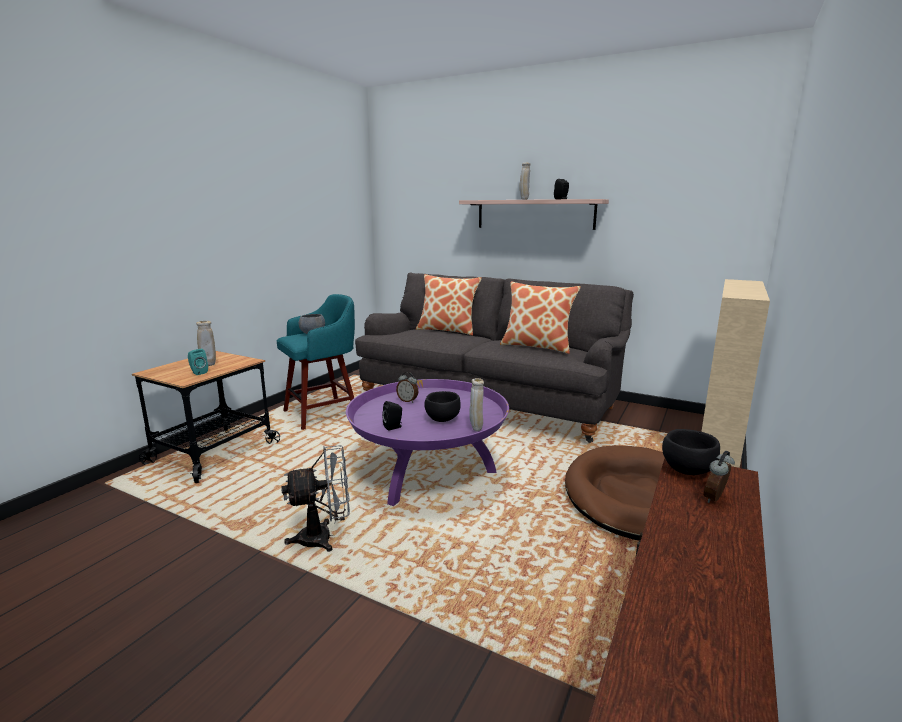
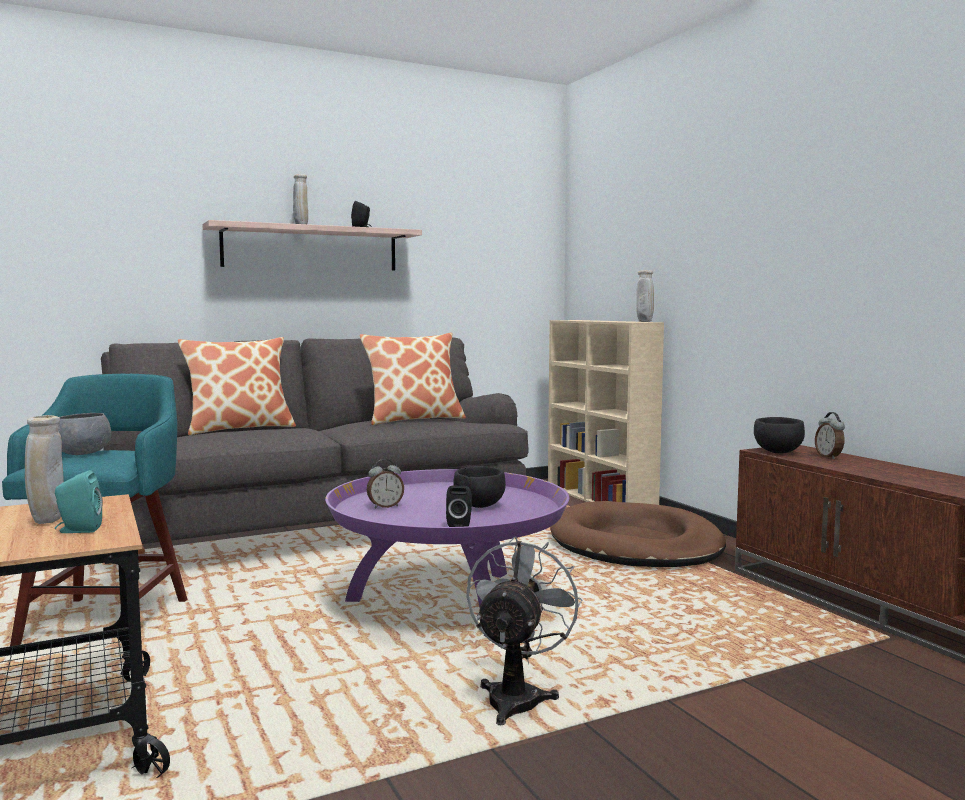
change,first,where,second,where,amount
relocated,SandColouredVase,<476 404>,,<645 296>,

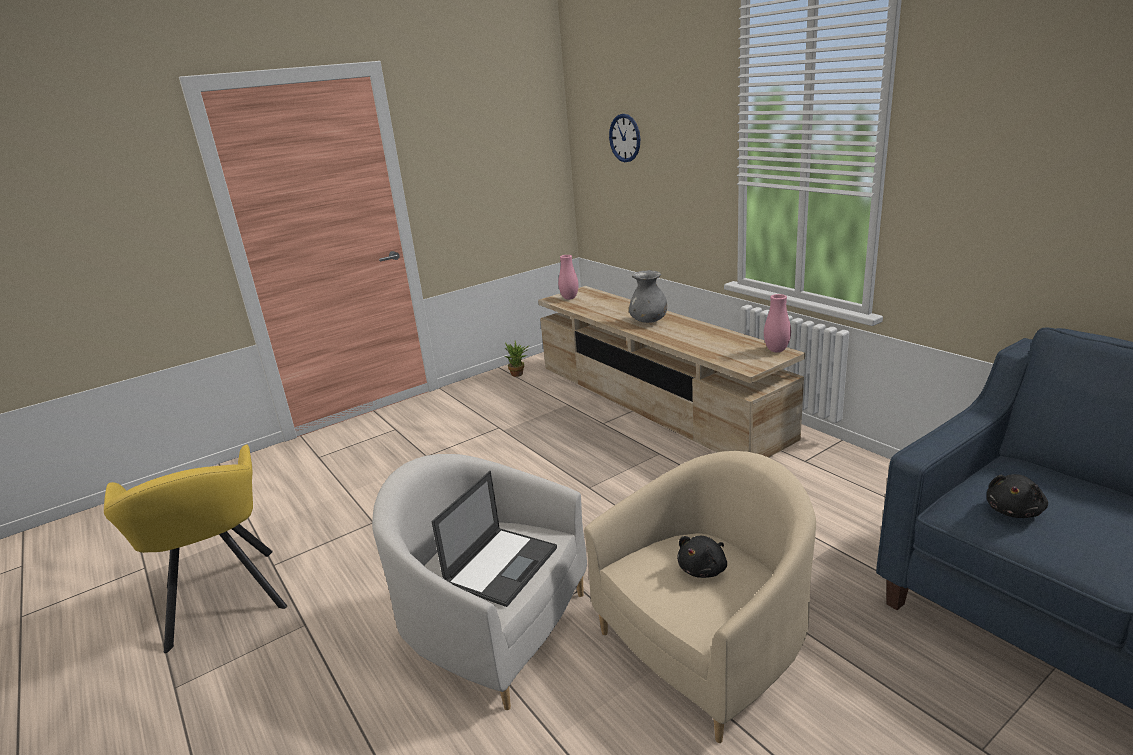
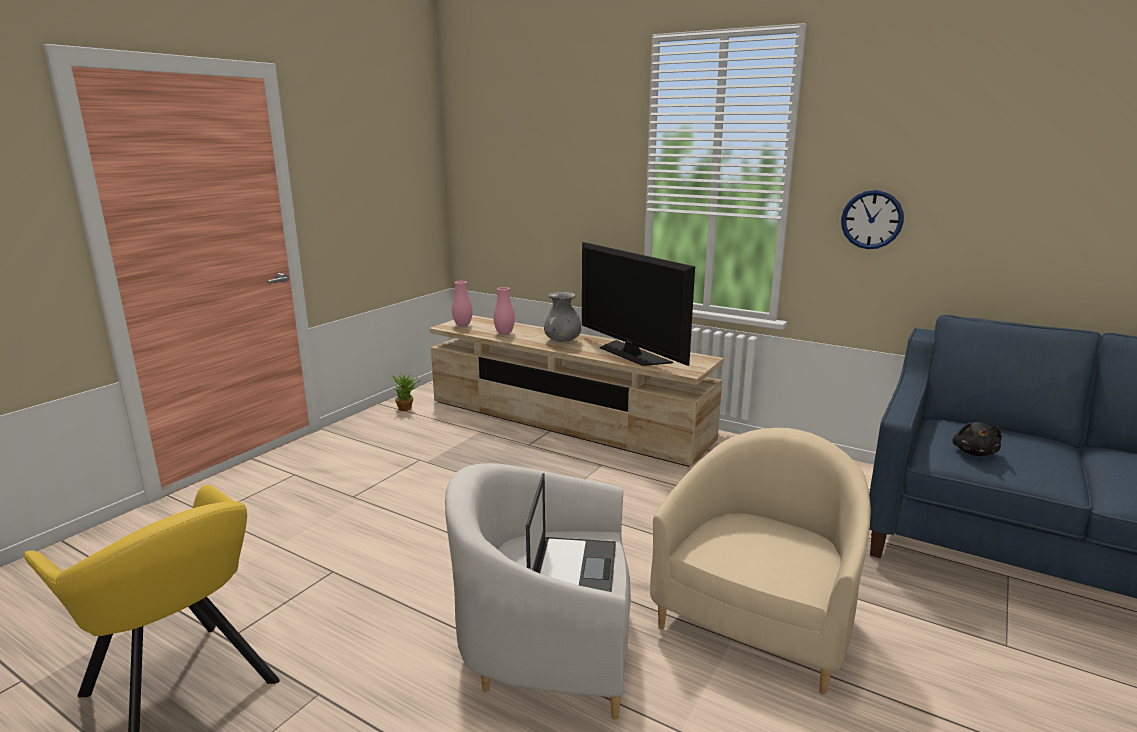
change,first,where,second,where,amount
relocated,ClockOnTheWall,<624 138>,,<872 219>,
missing,BlackishPlushToy,<702 557>,,,
relocated,PinkishVase,<777 323>,,<504 311>,
appeared,,,TvSet,<638 304>,

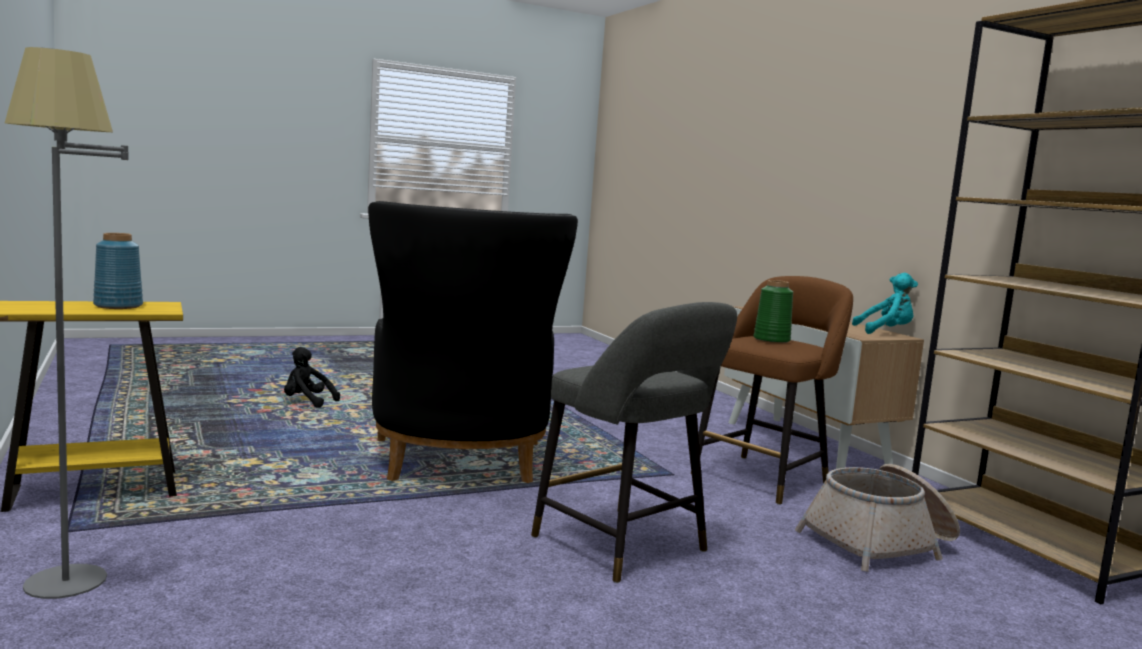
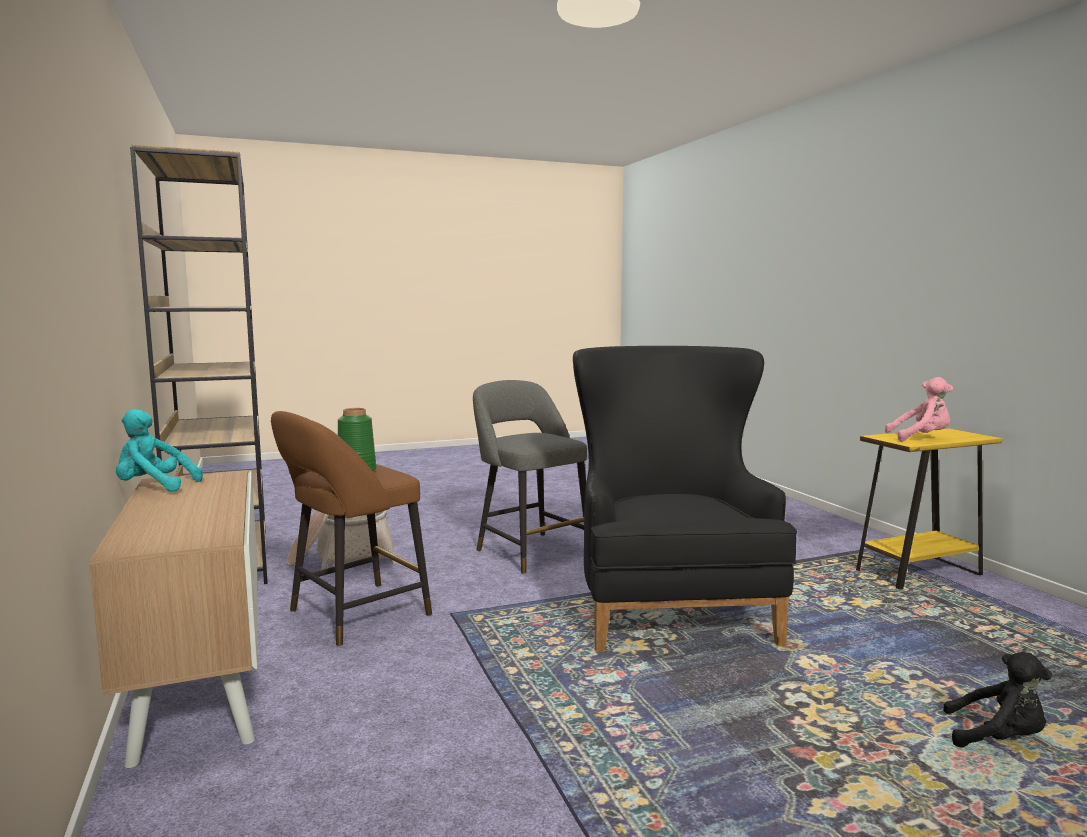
change,first,where,second,where,amount
missing,GreyishFloorLamp,<66 323>,,,
exchanged,BlueVase,<118 271>,PinkishPlushToy,<919 409>,

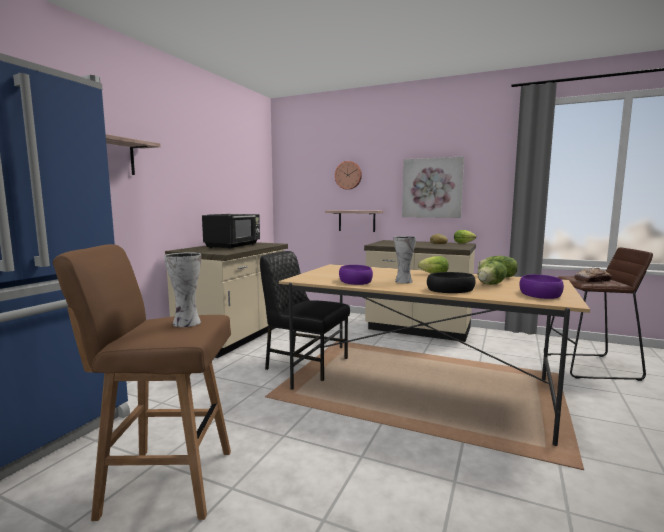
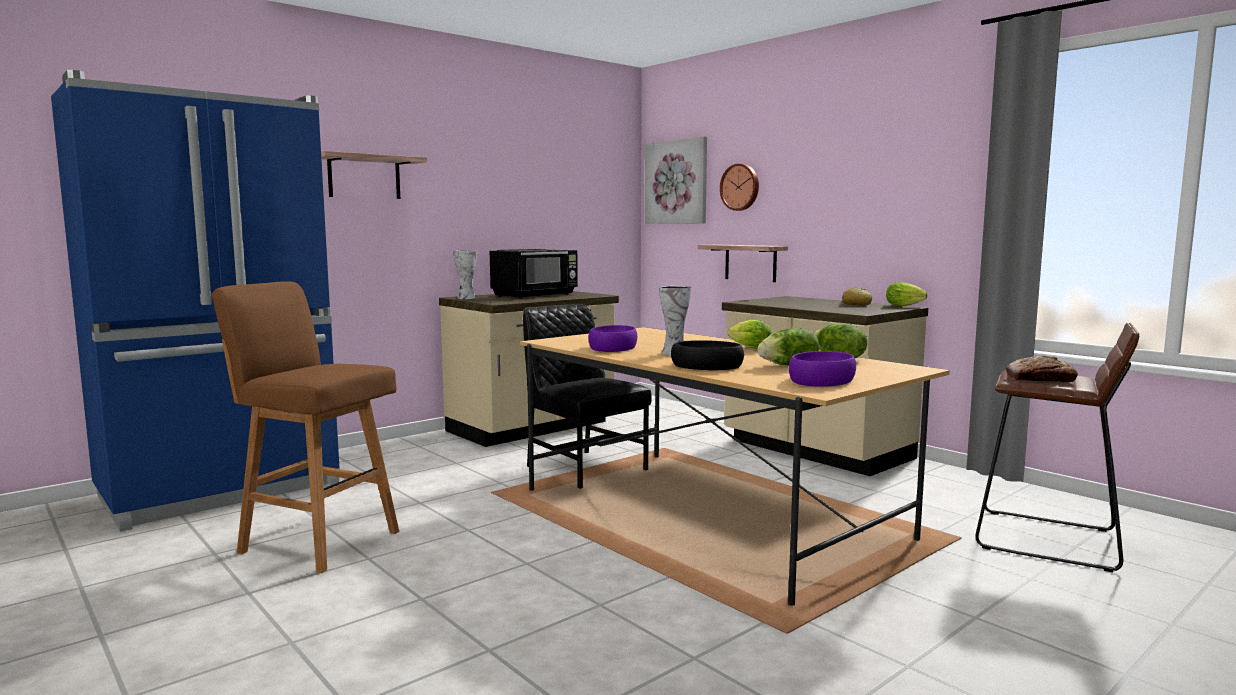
change,first,where,second,where,amount
relocated,Vase,<182 289>,,<465 274>,
relocated,WallArt,<433 187>,,<676 180>,

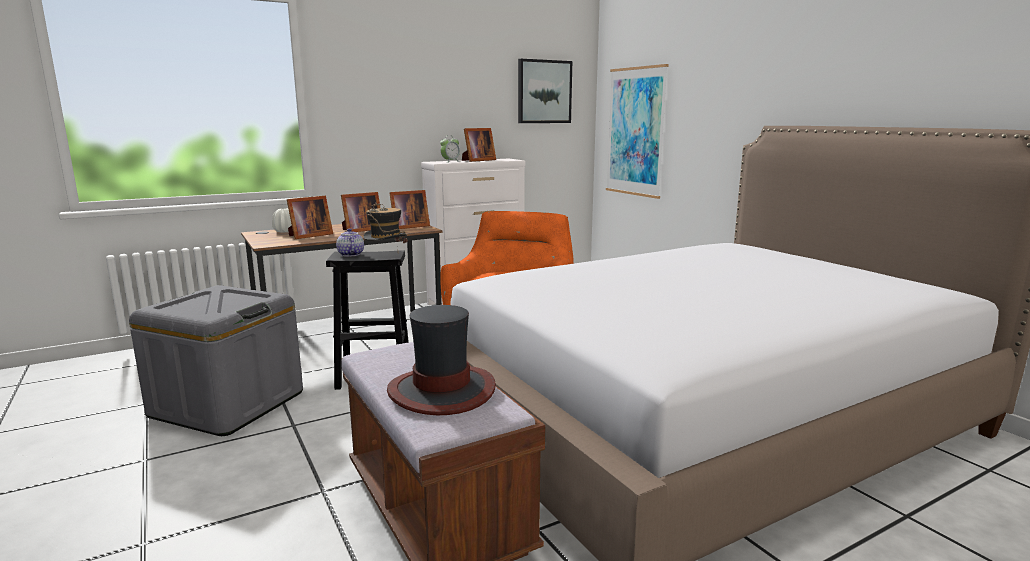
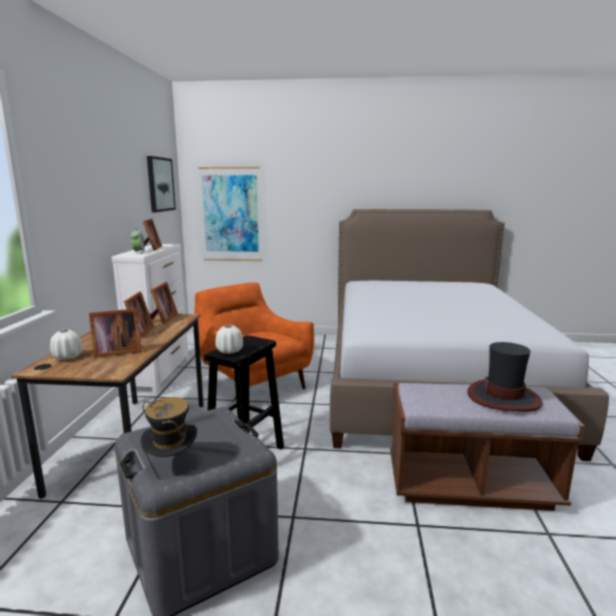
change,first,where,second,where,amount
spun,StandingFrame,<310 217>,,<115 333>,75 degrees clockwise
exchanged,PotForTea,<350 242>,WhitishVase,<229 339>,
relocated,ClothingHat,<385 224>,,<168 427>,

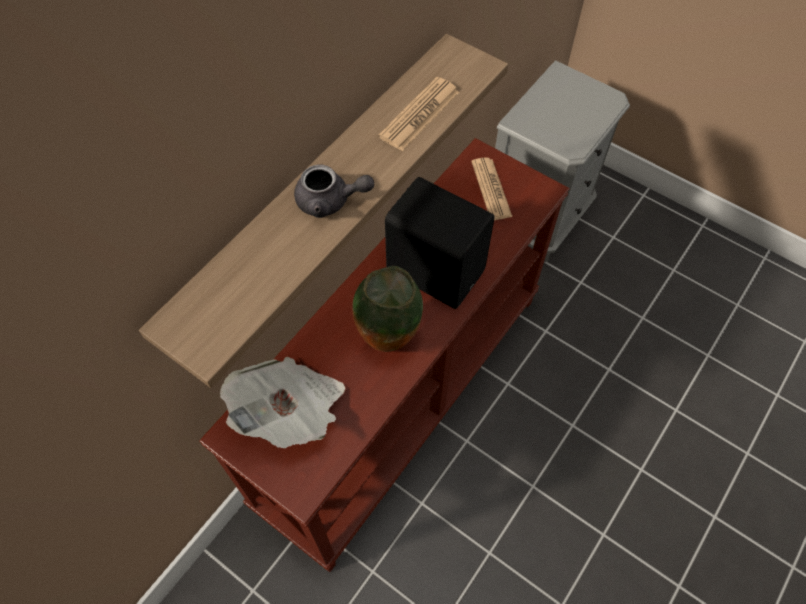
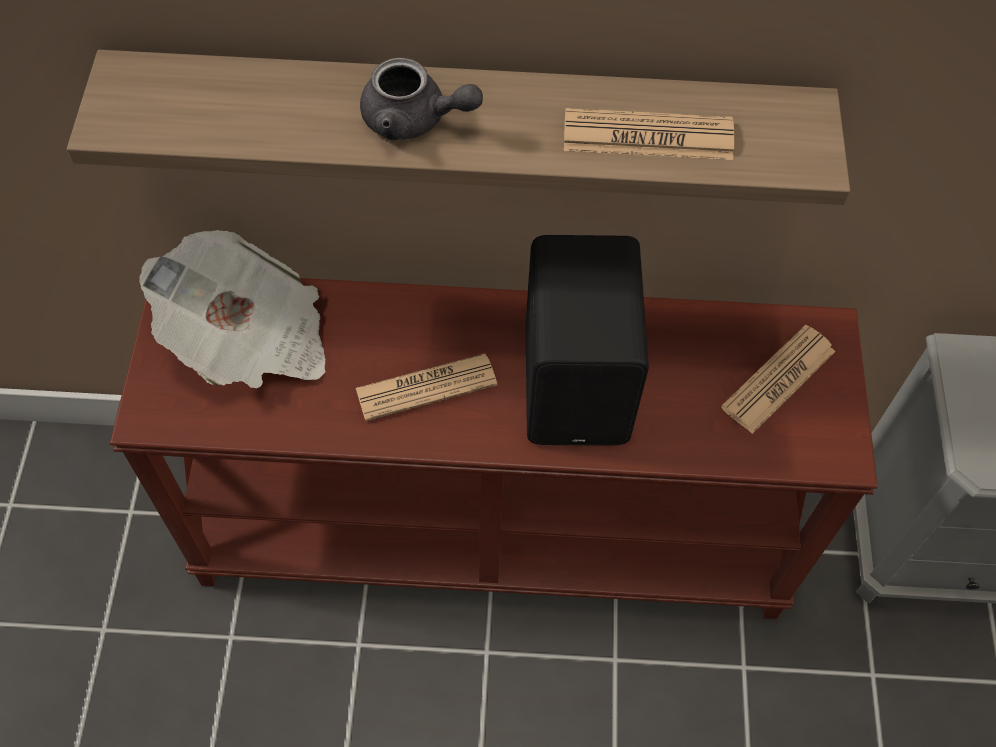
change,first,where,second,where,amount
spun,GreyishPotForTea,<334 191>,,<421 99>,45 degrees counterclockwise
exchanged,Vase,<387 309>,DailyPaper,<426 387>,

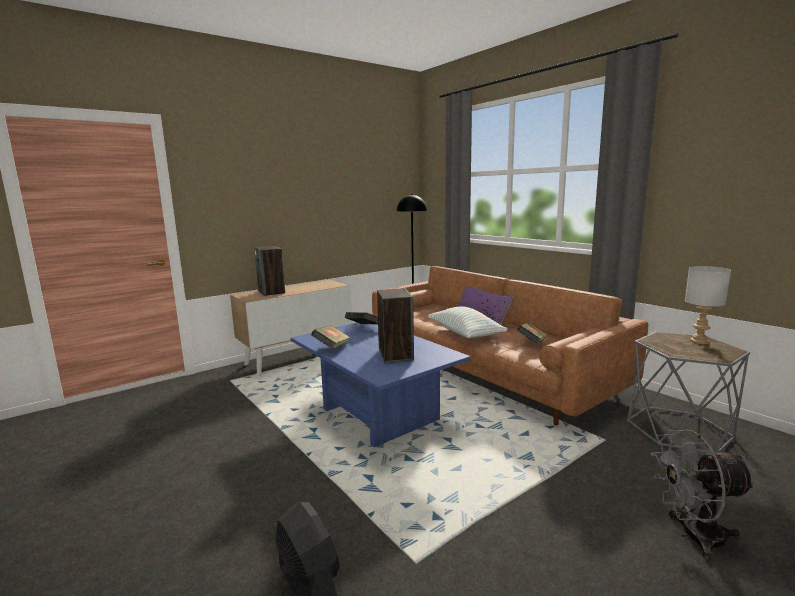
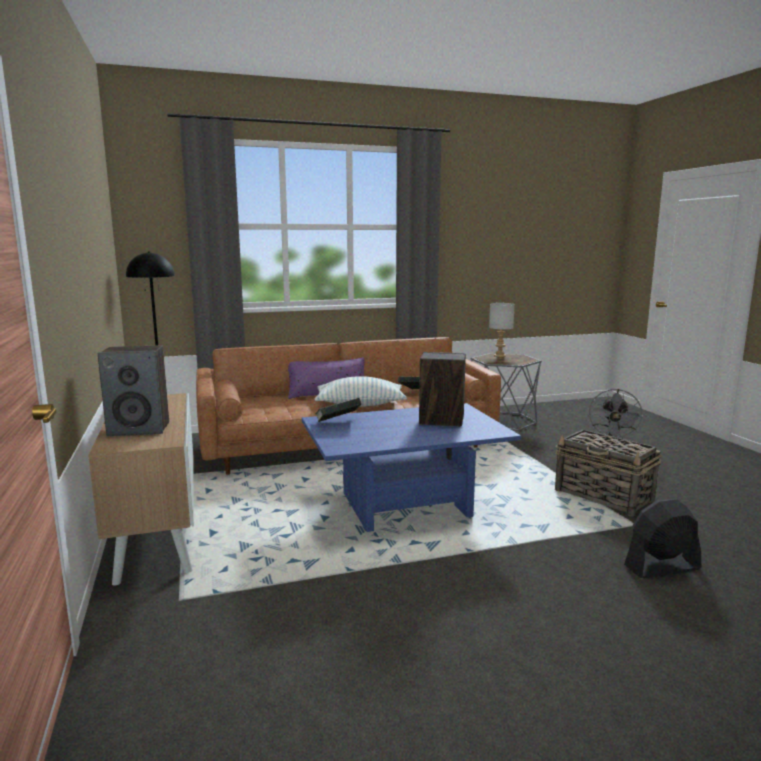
change,first,where,second,where,amount
missing,Volume,<330 337>,,,
appeared,,,HouseholdBasket,<608 473>,

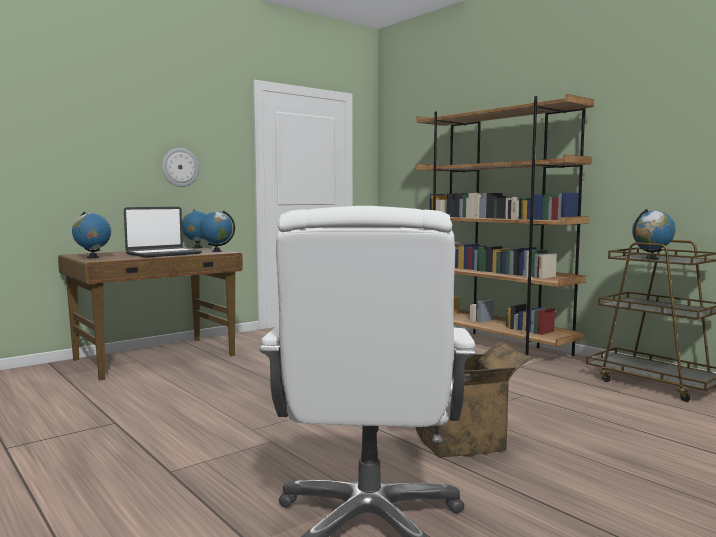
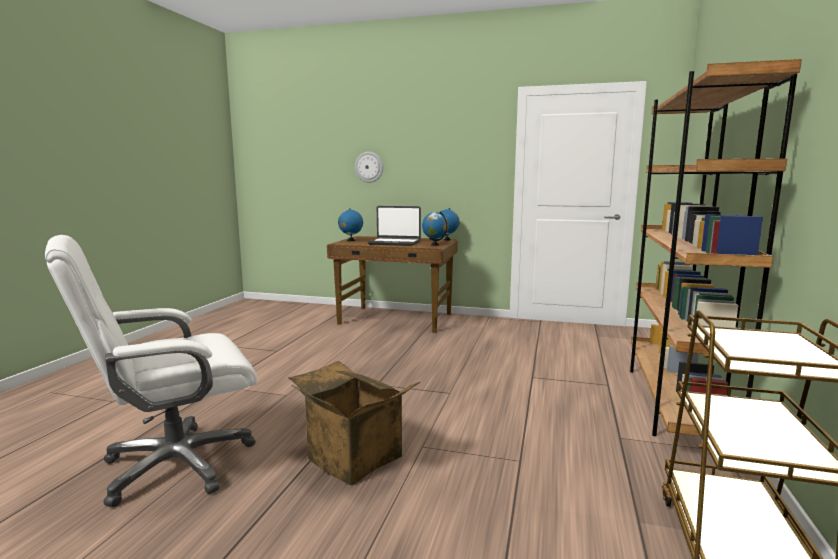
change,first,where,second,where,amount
relocated,ClockOnTheWall,<180 167>,,<369 167>,
missing,Globe,<654 234>,,,

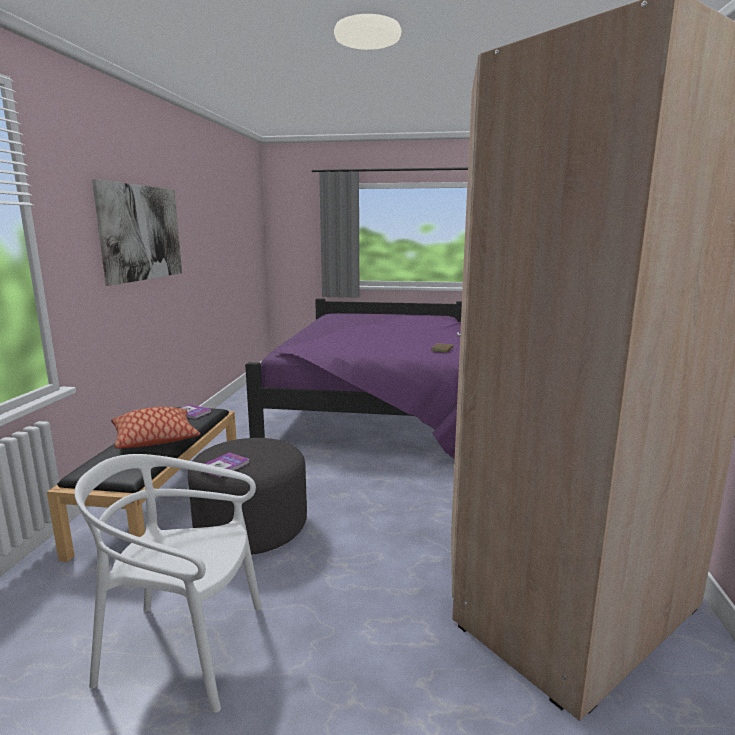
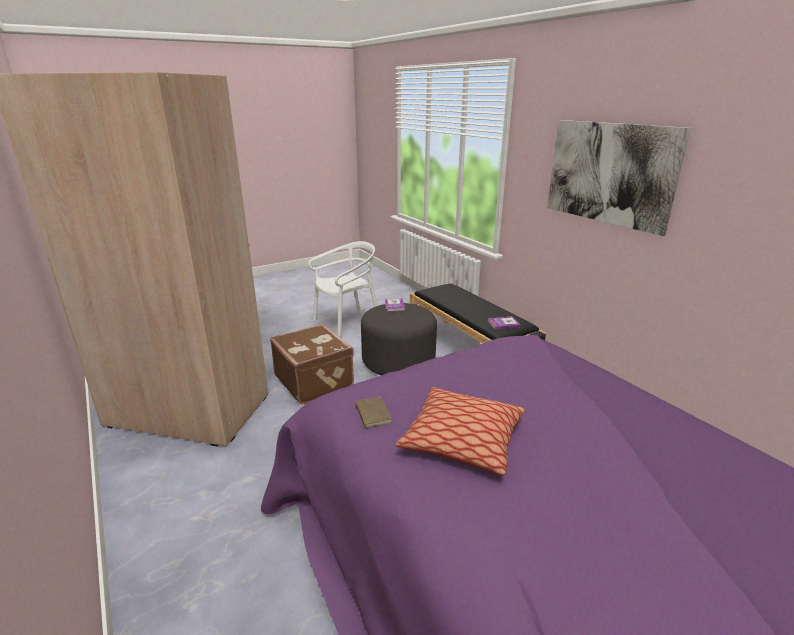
change,first,where,second,where,amount
relocated,Pillow,<155 428>,,<461 431>,
appeared,,,BrownishPieceOfLuggage,<312 364>,

